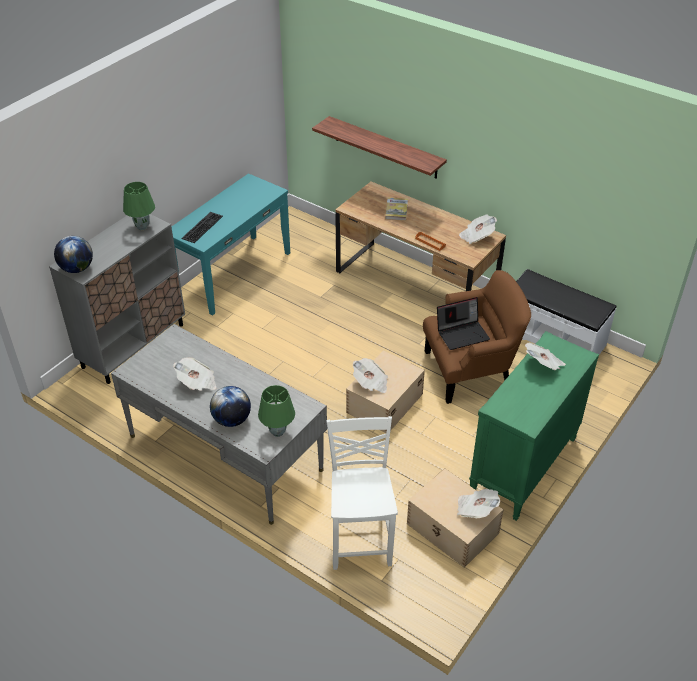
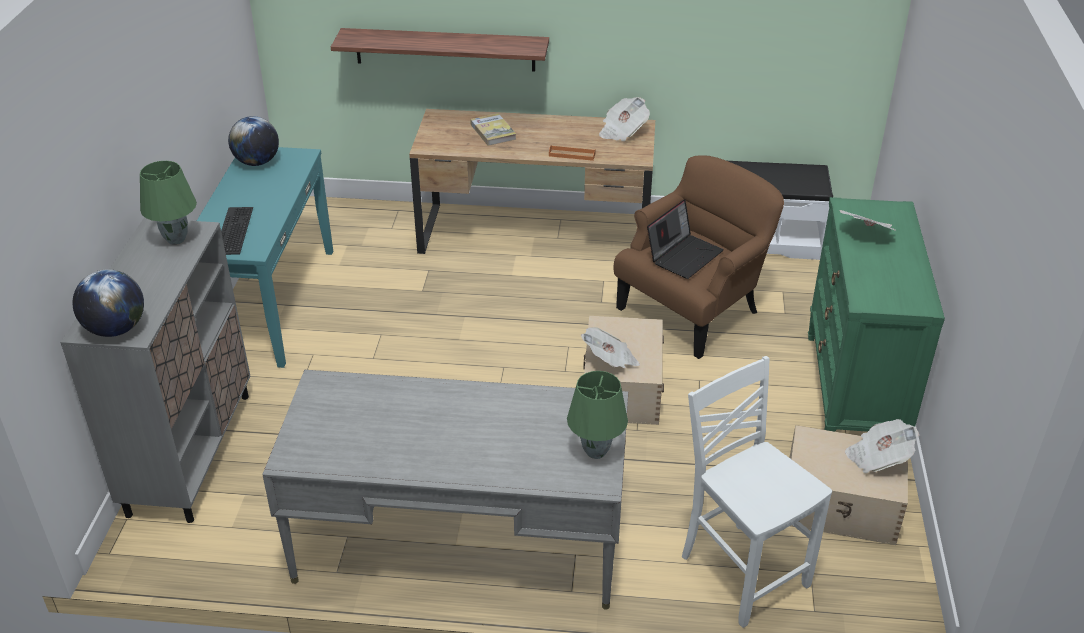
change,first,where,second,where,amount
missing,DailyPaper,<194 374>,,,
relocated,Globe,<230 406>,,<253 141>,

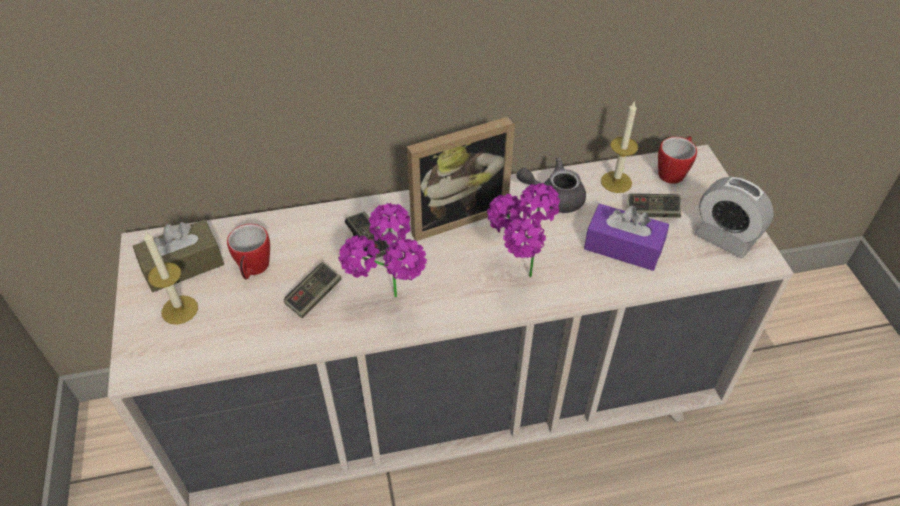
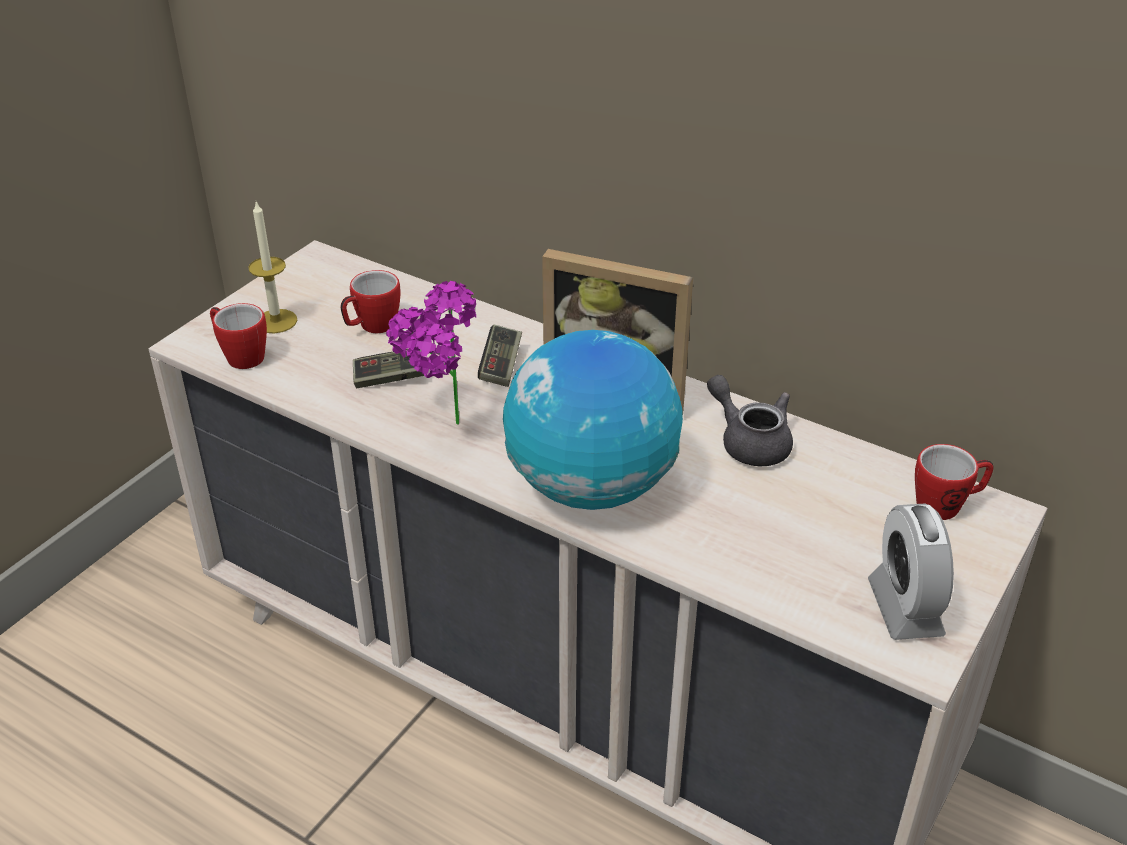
change,first,where,second,where,amount
missing,BrownishTissueBox,<178 256>,,,
exchanged,PottedPlant,<523 230>,Globe,<593 420>,
missing,PurplishTissueBox,<626 237>,,,
missing,WaxCandle,<619 147>,,,
missing,Gamepad,<654 206>,,,
appeared,,,CoffeeMug,<238 336>,

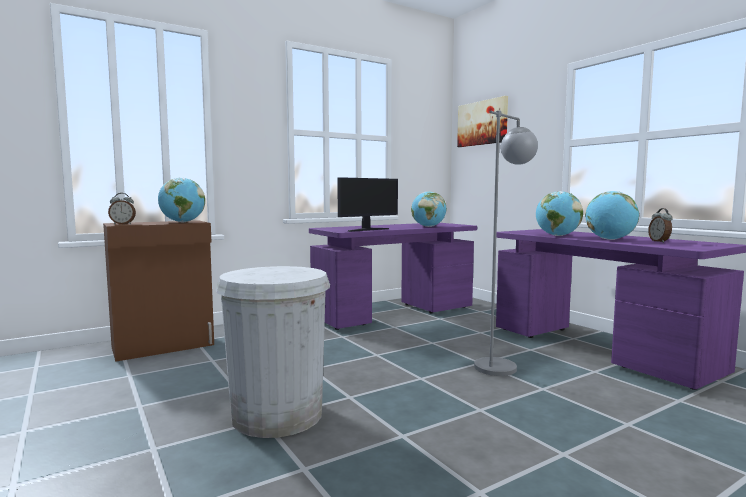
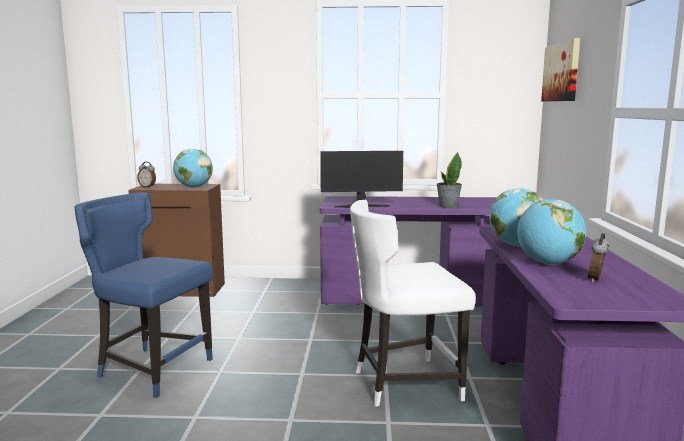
change,first,where,second,where,amount
exchanged,WhitishRubbishBin,<273 352>,BlueUprightChair,<143 295>,
exchanged,Globe,<429 209>,PottedPlant,<449 180>,
exchanged,GreyishFloorLamp,<506 243>,WhitishUprightChair,<413 303>,

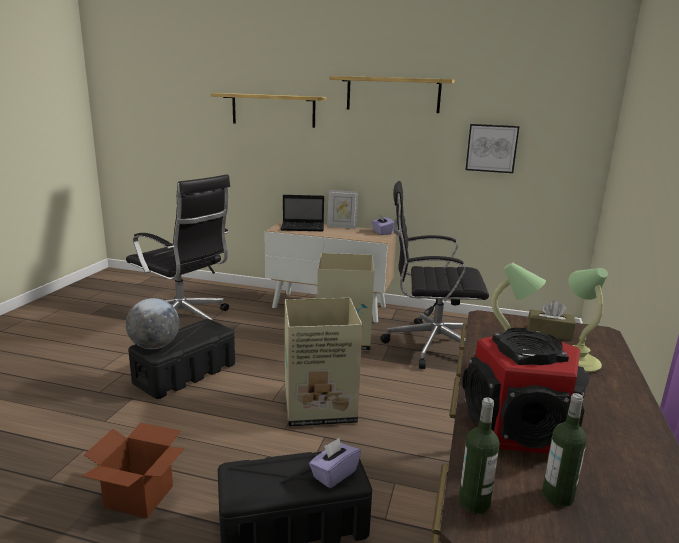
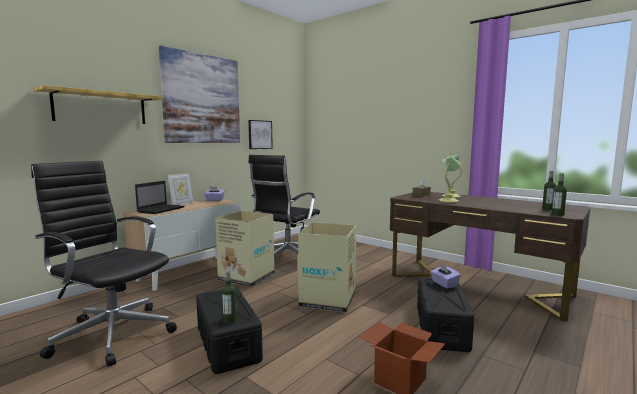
change,first,where,second,where,amount
spun,BlackishComputerChair,<178 247>,,<104 264>,120 degrees counterclockwise
exchanged,Globe,<153 323>,DrinkBottle,<229 296>,
exchanged,WallShelf,<391 94>,WallArt,<199 94>,
missing,Loudspeaker,<526 391>,,,

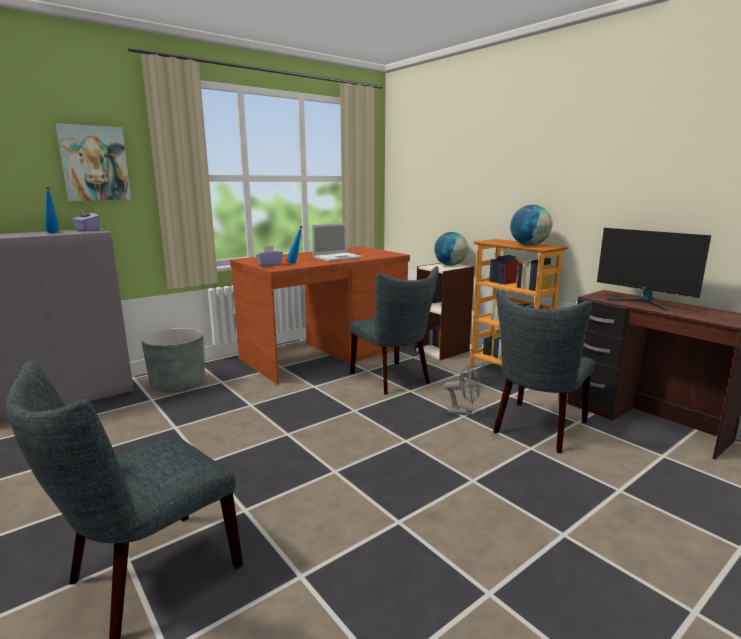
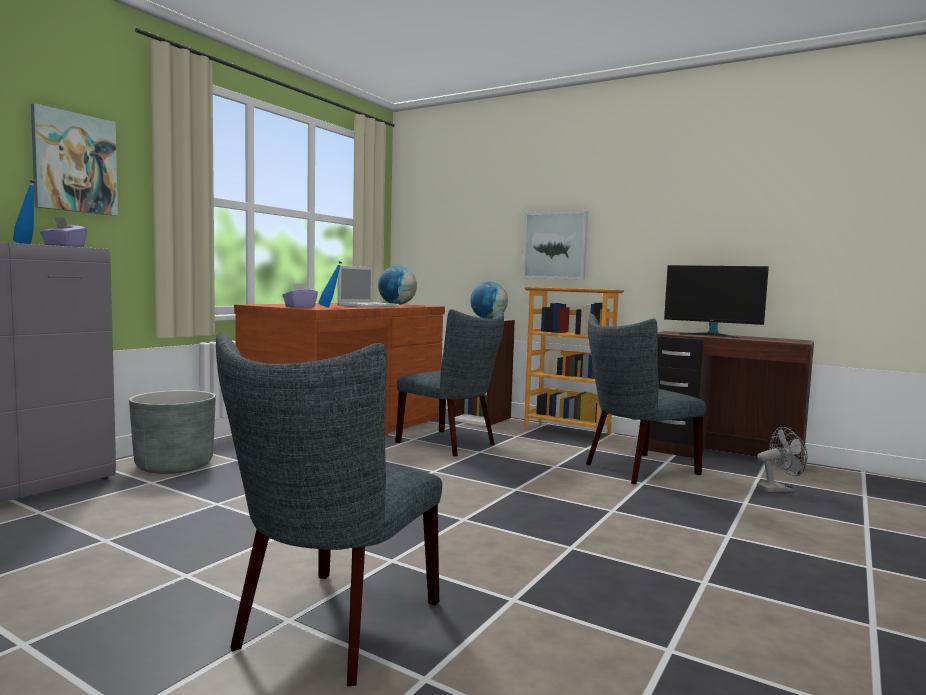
change,first,where,second,where,amount
relocated,GreyishElectricFan,<461 390>,,<782 459>,
spun,GreyishUprightChair,<544 371>,,<646 399>,45 degrees clockwise
relocated,Globe,<531 225>,,<397 285>,
appeared,,,WallArt,<555 245>,

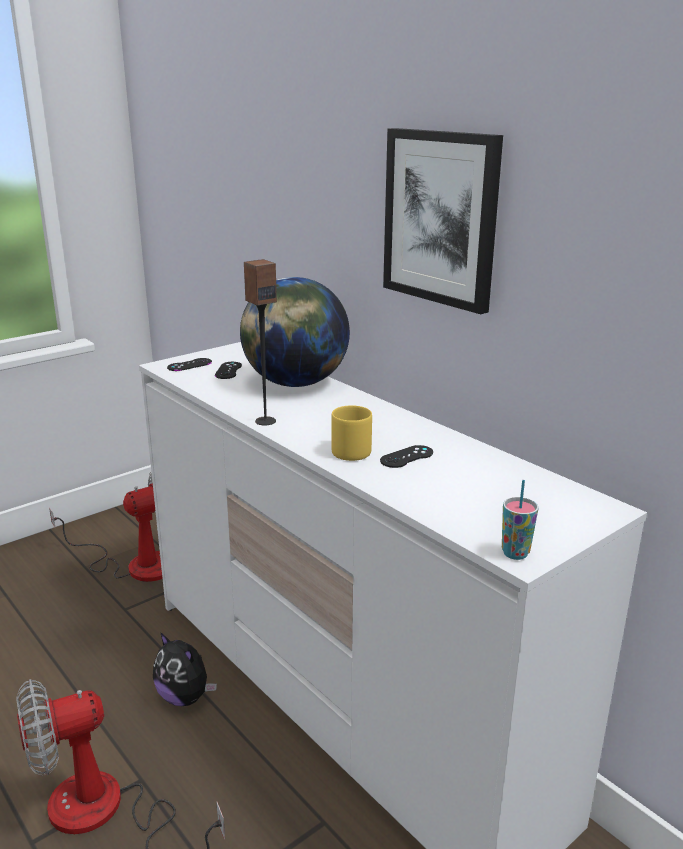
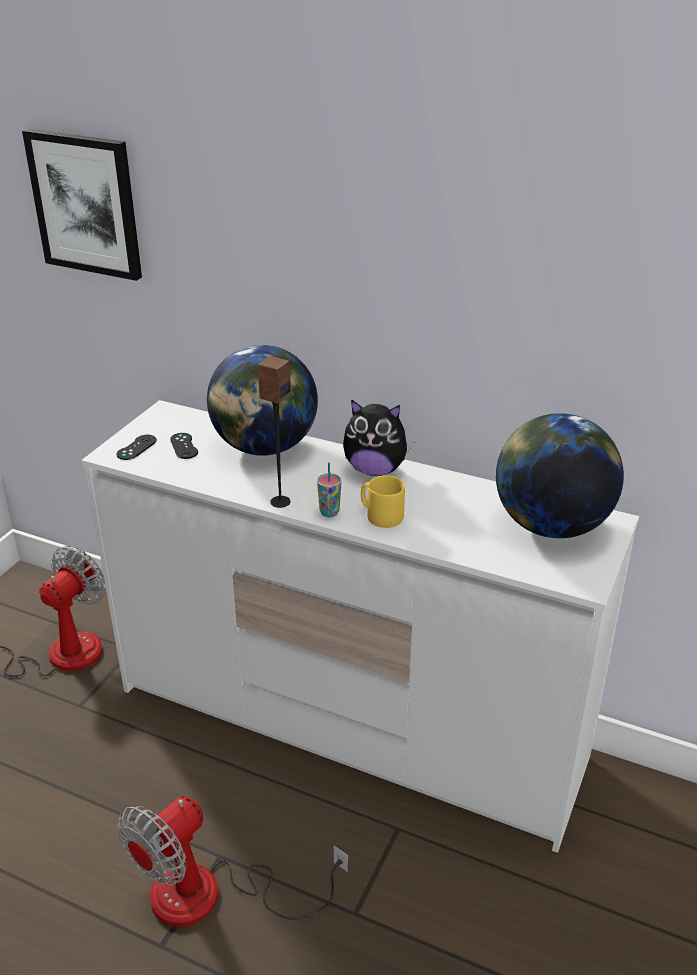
change,first,where,second,where,amount
relocated,PlushToy,<185 669>,,<379 437>,
missing,BlackishGamepad,<406 456>,,,
relocated,WallArt,<443 221>,,<82 205>,
relocated,SmallCup,<520 520>,,<329 490>,
appeared,,,Globe,<560 475>,

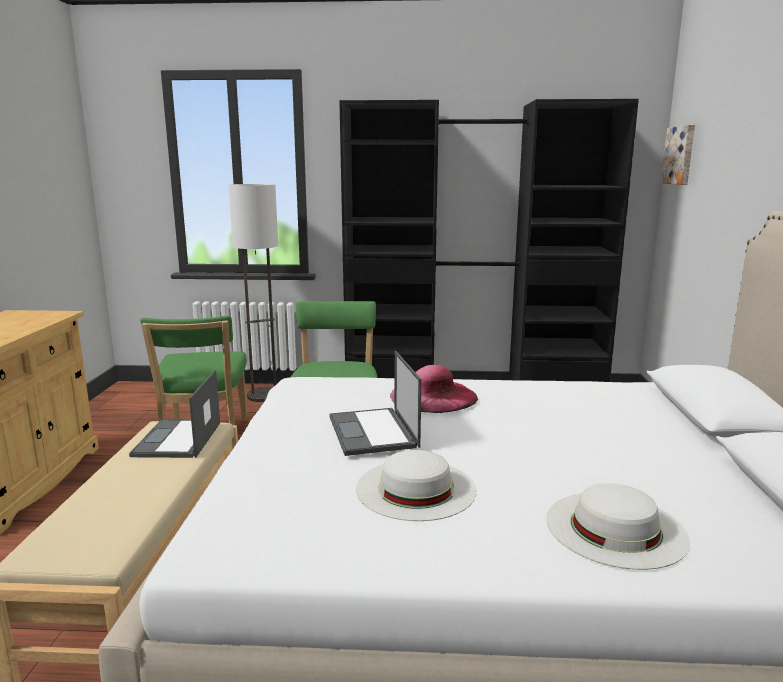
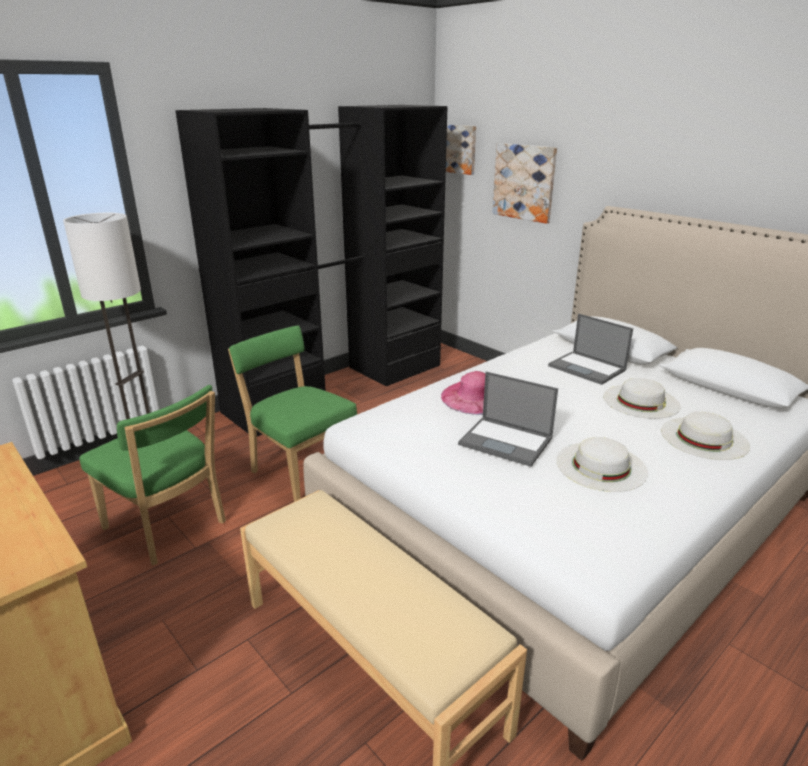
change,first,where,second,where,amount
relocated,Laptop,<174 414>,,<590 349>,
appeared,,,WallArt,<524 183>,
appeared,,,WhitishClothingHat,<642 398>,

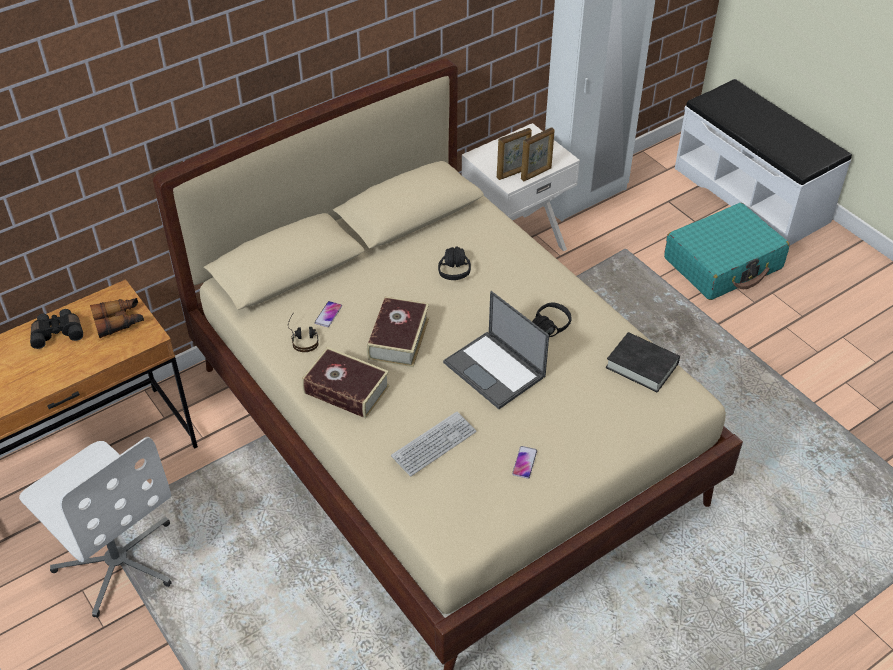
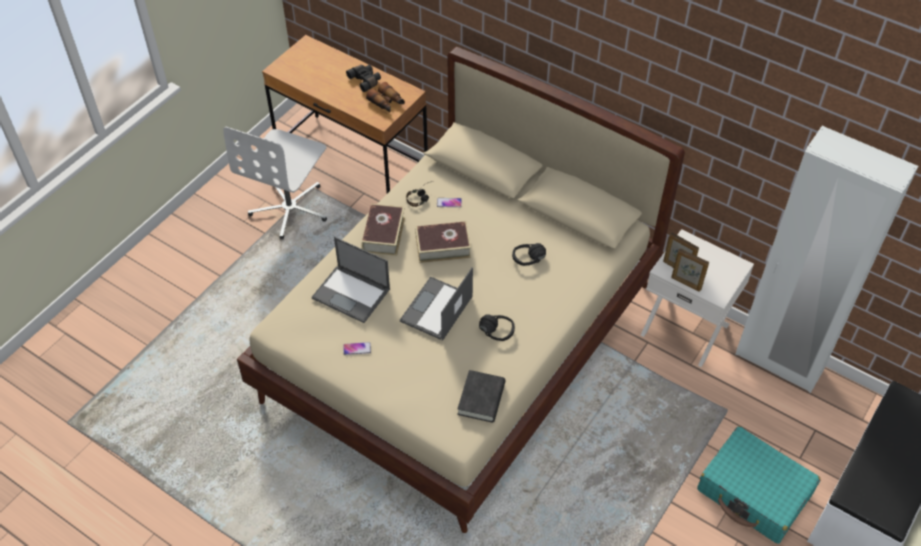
change,first,where,second,where,amount
exchanged,Keyboard,<434 443>,Laptop,<351 280>,

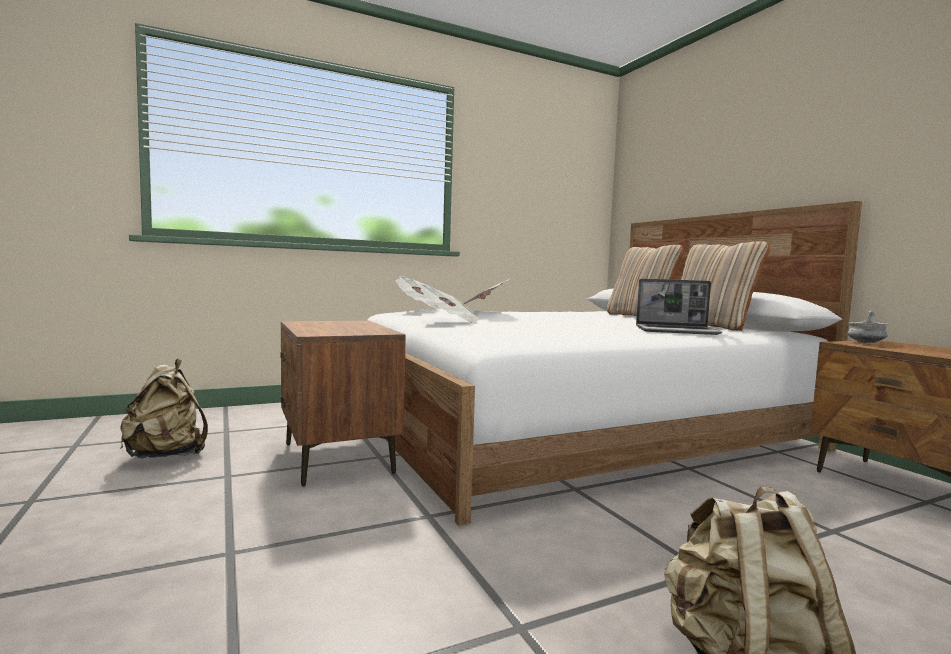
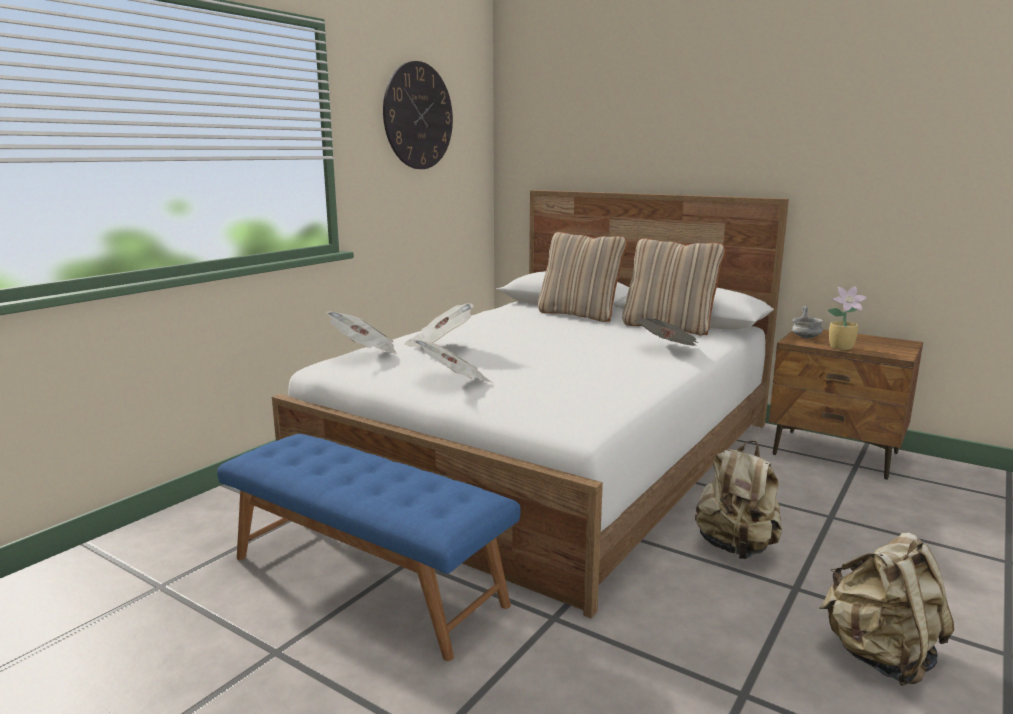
change,first,where,second,where,amount
relocated,SandColouredKnapsack,<164 409>,,<738 499>,
exchanged,BrownishNightstand,<343 403>,BlueIndoorBench,<369 547>,
exchanged,Laptop,<679 307>,DailyPaper,<666 332>,
appeared,,,ClockOnTheWall,<418 115>,
appeared,,,PottedPlant,<848 318>,

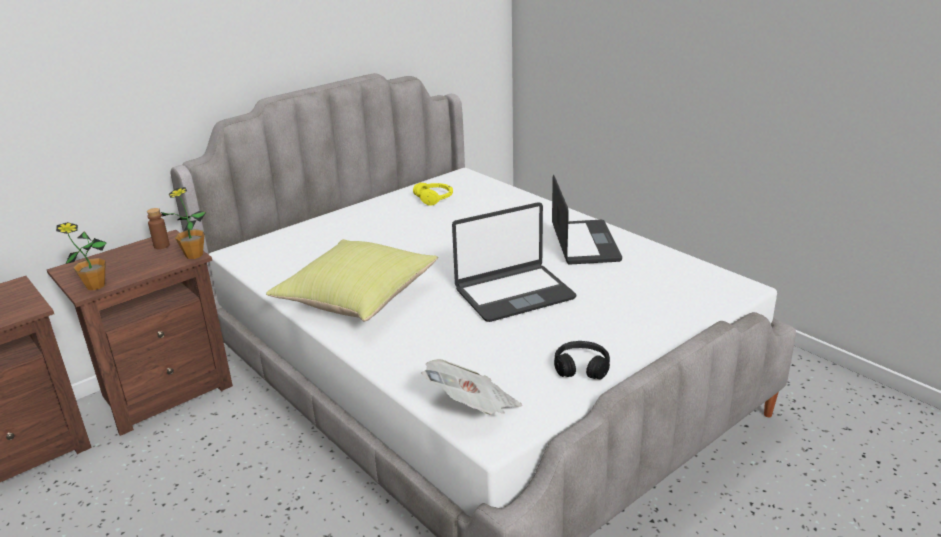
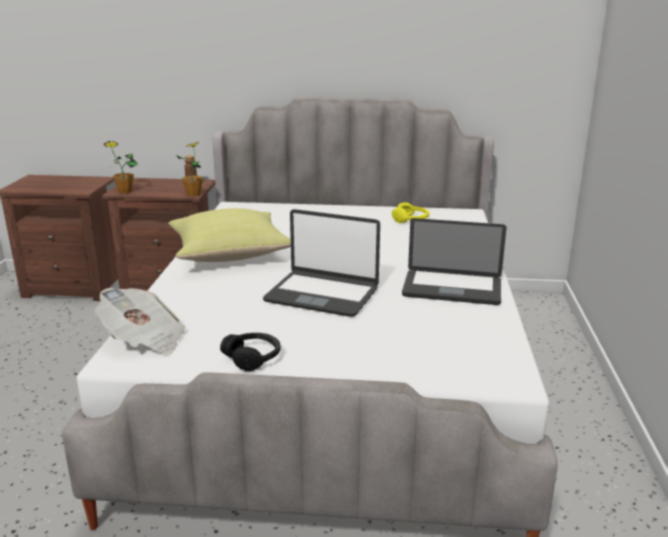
change,first,where,second,where,amount
spun,Laptop,<587 220>,,<454 261>,60 degrees clockwise

